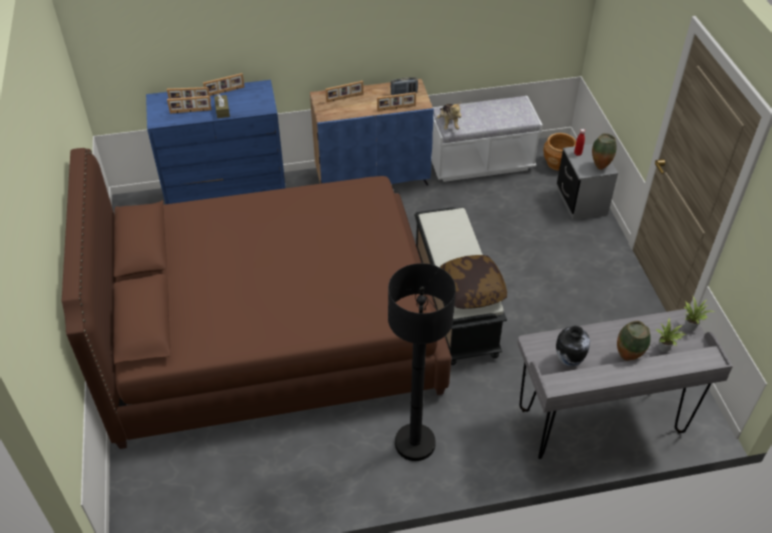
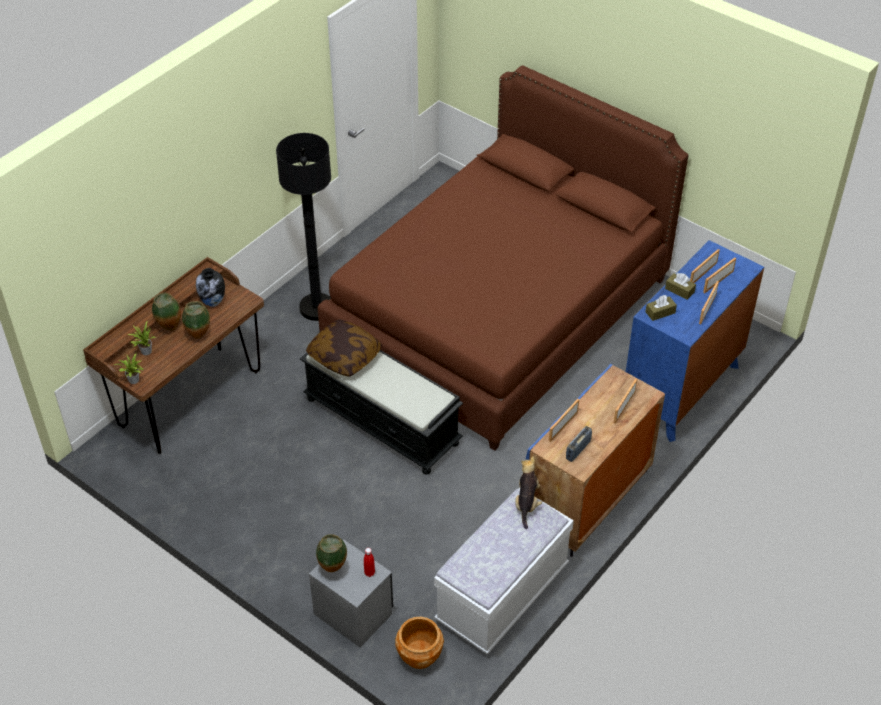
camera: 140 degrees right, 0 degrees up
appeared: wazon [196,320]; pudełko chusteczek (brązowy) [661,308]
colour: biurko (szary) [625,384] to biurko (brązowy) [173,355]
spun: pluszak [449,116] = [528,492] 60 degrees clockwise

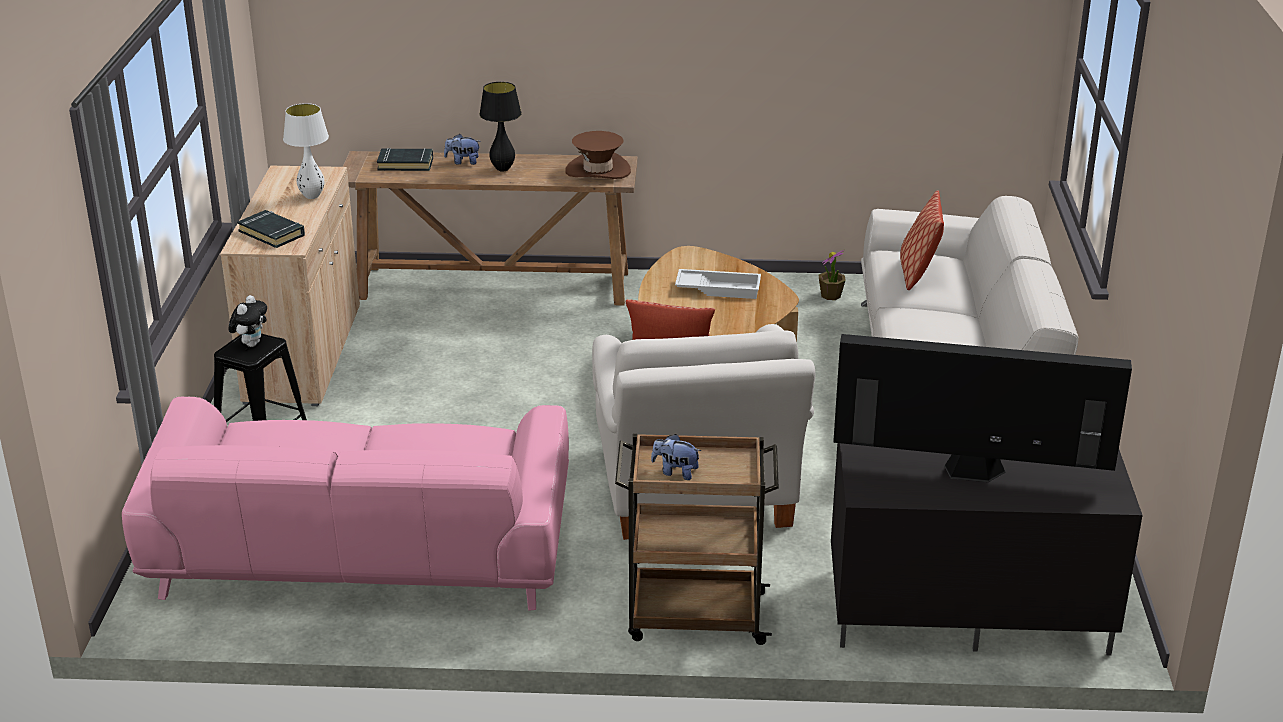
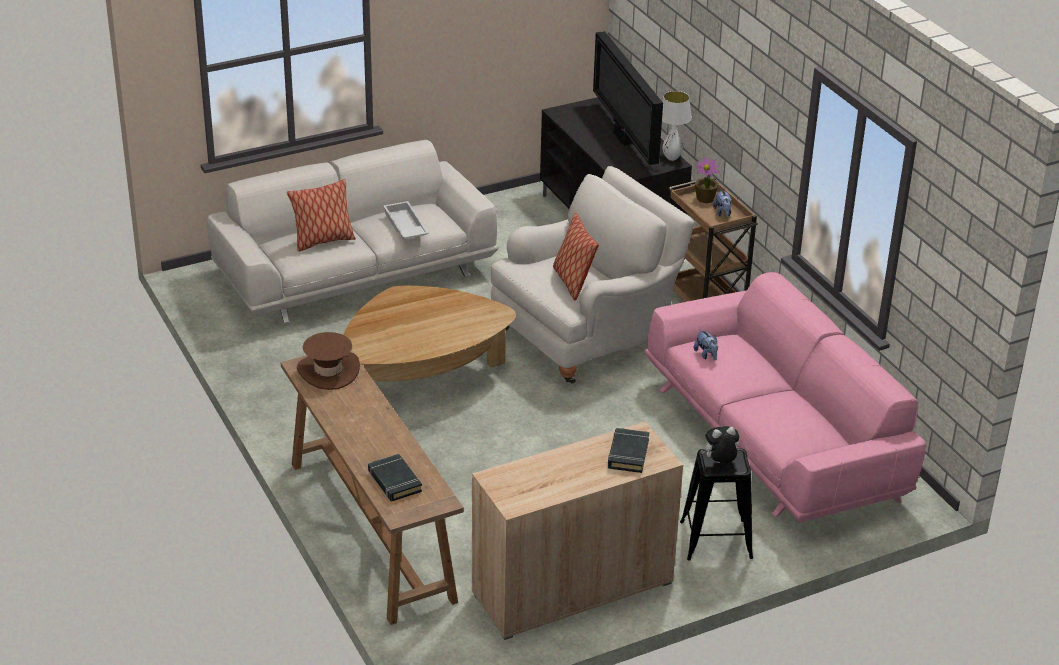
camera: 120 degrees left, 5 degrees up
missing: lampa stołowa (czarny) [500,127]
relocated: lampa stołowa (biały) [306,151] to [677,126]; pluszak [462,149] to [706,344]; taca (biały) [718,284] to [406,220]; roślina doniczkowa [832,275] to [707,180]

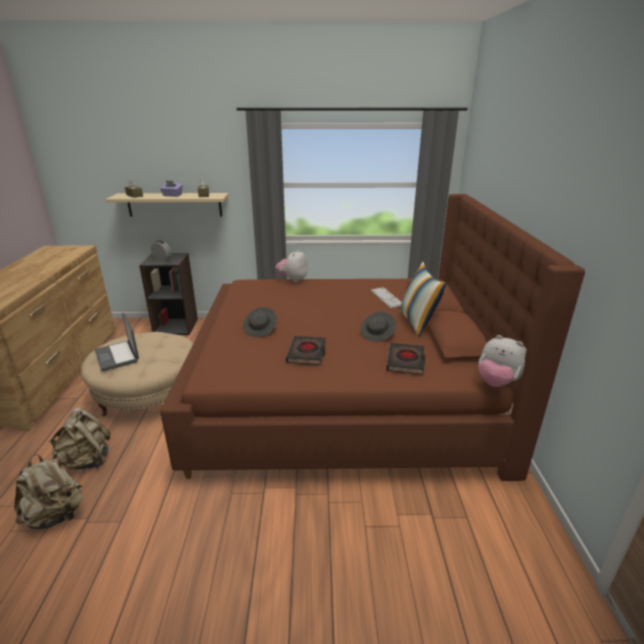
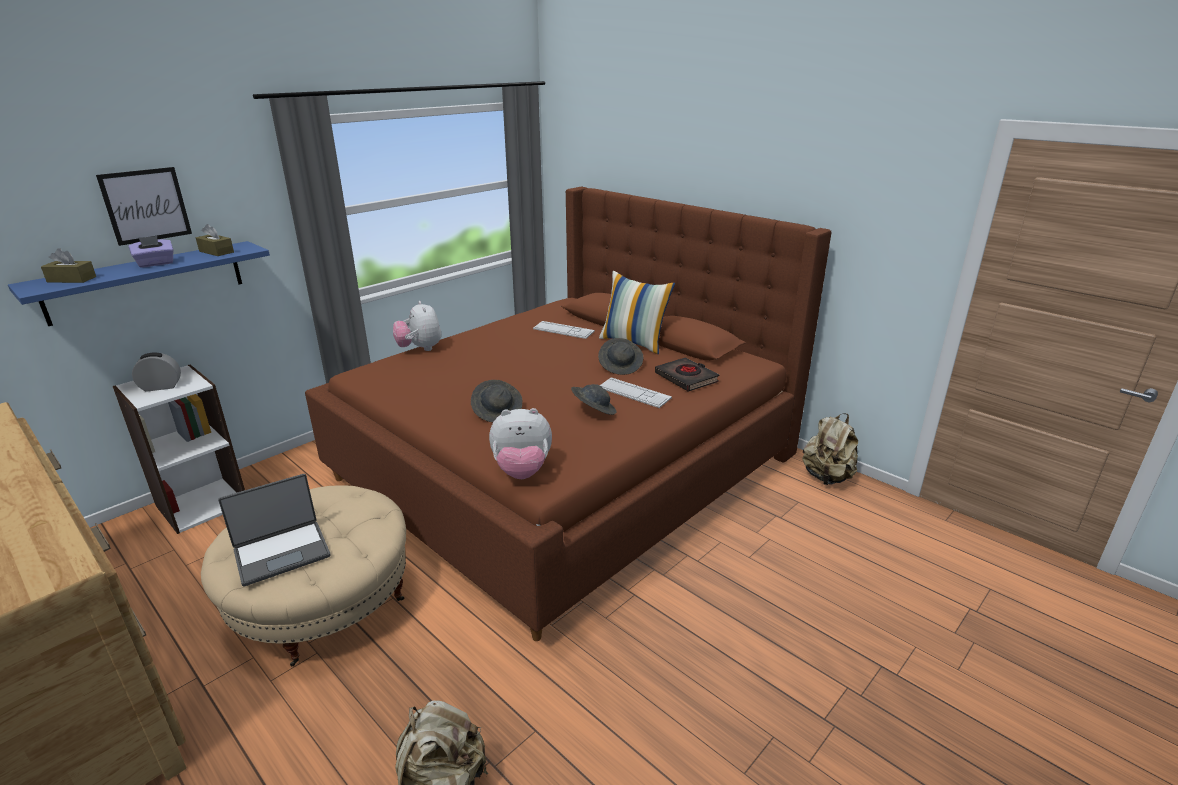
camera: 45 degrees left, 0 degrees up
appeared: obraz [144,206]; klawiatura [635,392]
relocated: plecak (beżowy) [79,438] to [830,449]; pluszak [502,361] to [520,443]
exchanged: książka (czarny) [306,350] to kapelusz (szary) [593,399]
colour: półka (beżowy) [167,205] to półka (niebieski) [139,283]; regał (czarny) [168,294] to regał (biały) [179,449]
spun: laptop [117,342] = [274,530] 45 degrees counterclockwise

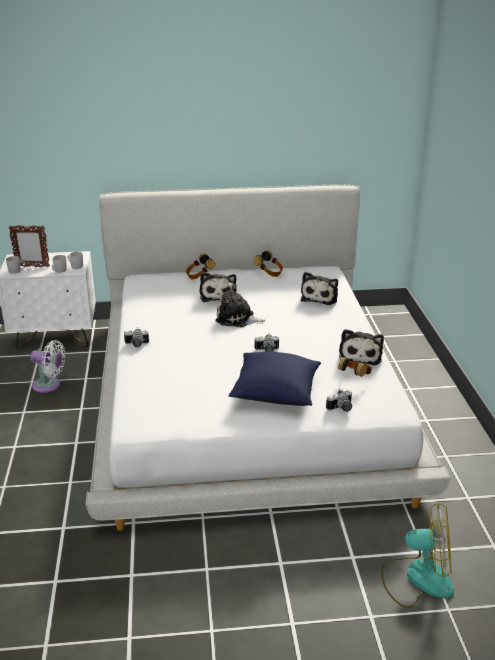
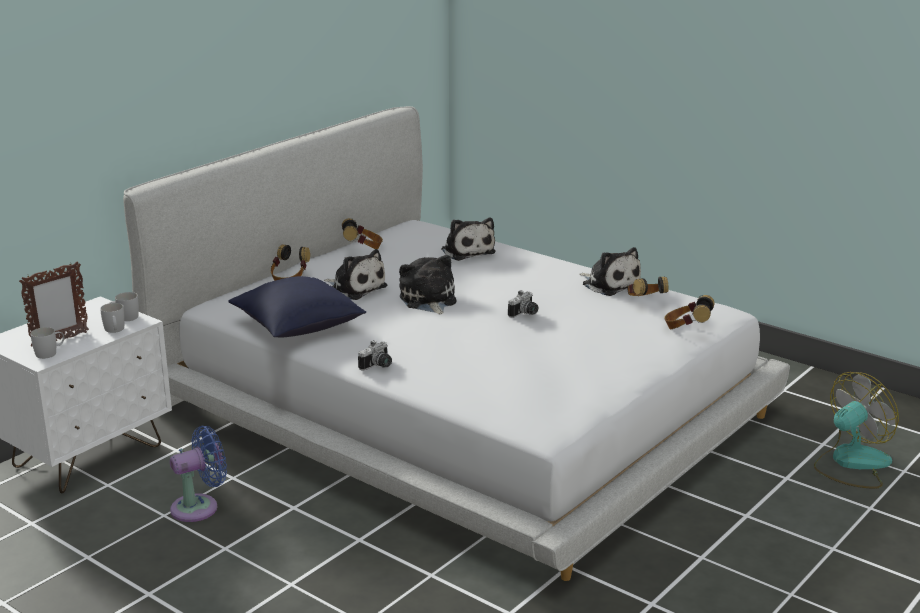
camera: 45 degrees left, 5 degrees down
relocated: poduszka (niebieski) [274,378] to [297,306]
exchanged: aparat fotograficzny [339,400] to słuchawki [689,312]
colour: wentylator (biały) [48,366] to wentylator (niebieski) [198,474]
spun: pluszak [241,305] = [427,284] 105 degrees clockwise

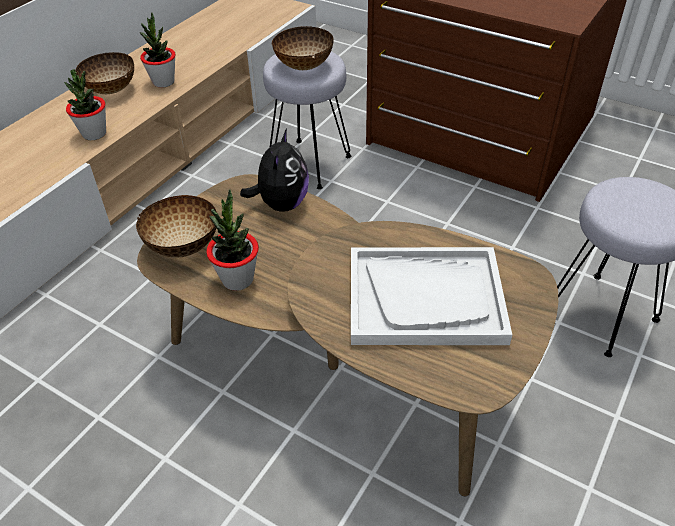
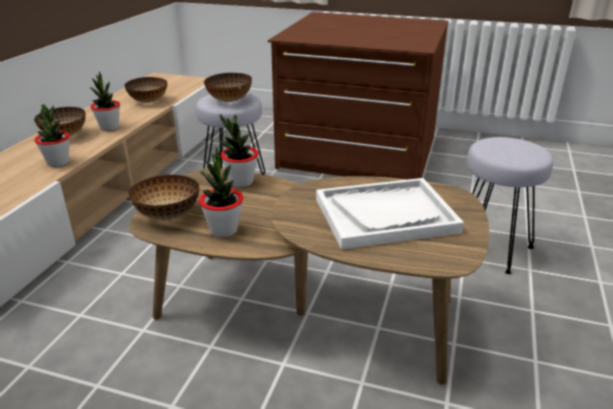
camera: 15 degrees left, 15 degrees down
appeared: miska [145,90]
exchanged: pluszak [274,170] to roślina doniczkowa [239,150]

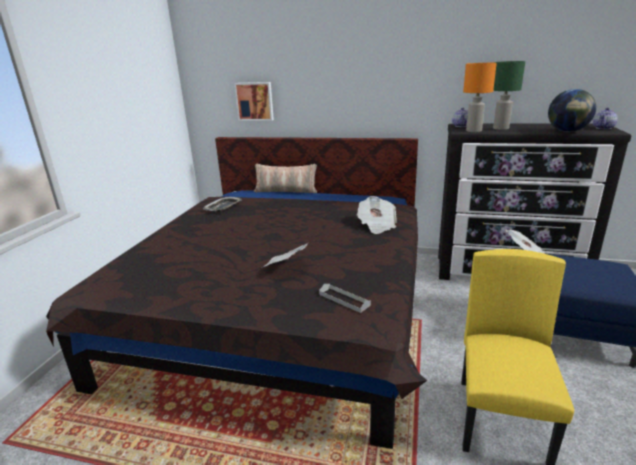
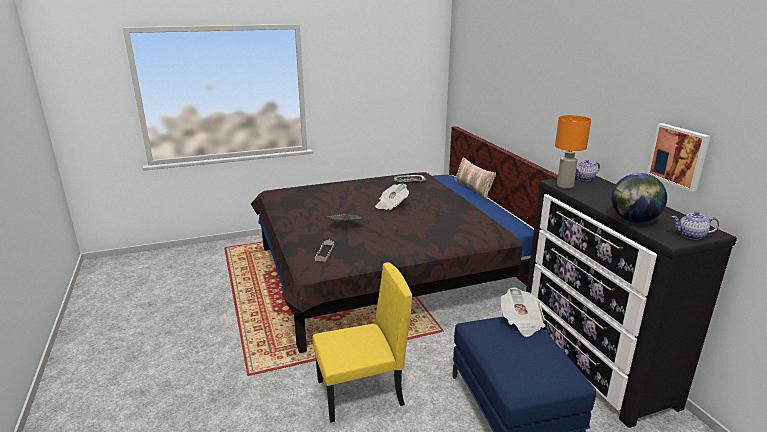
camera: 55 degrees right, 0 degrees up
missing: lampa stołowa (zielony) [509,95]
relocated: obraz [254,101] to [679,157]; gazeta [377,215] to [392,197]

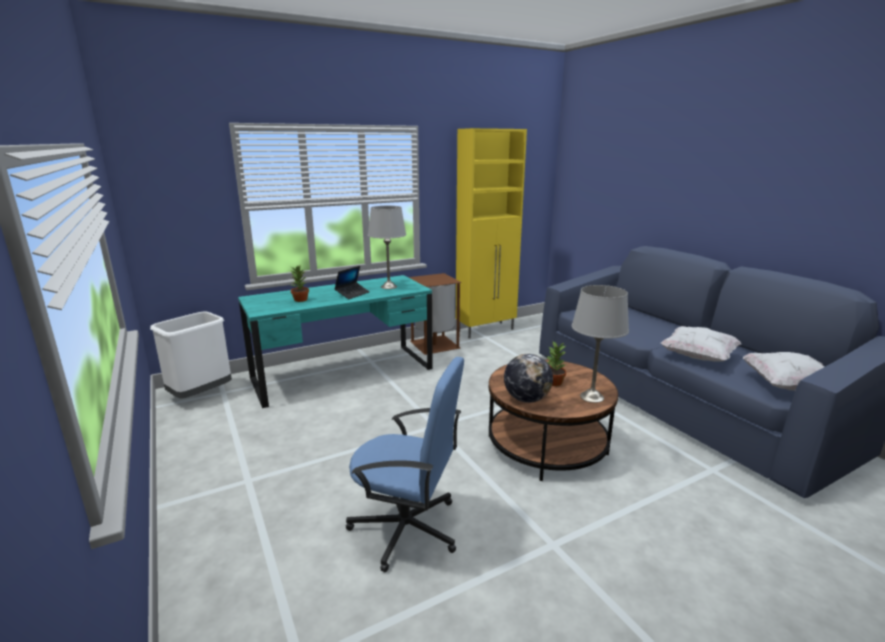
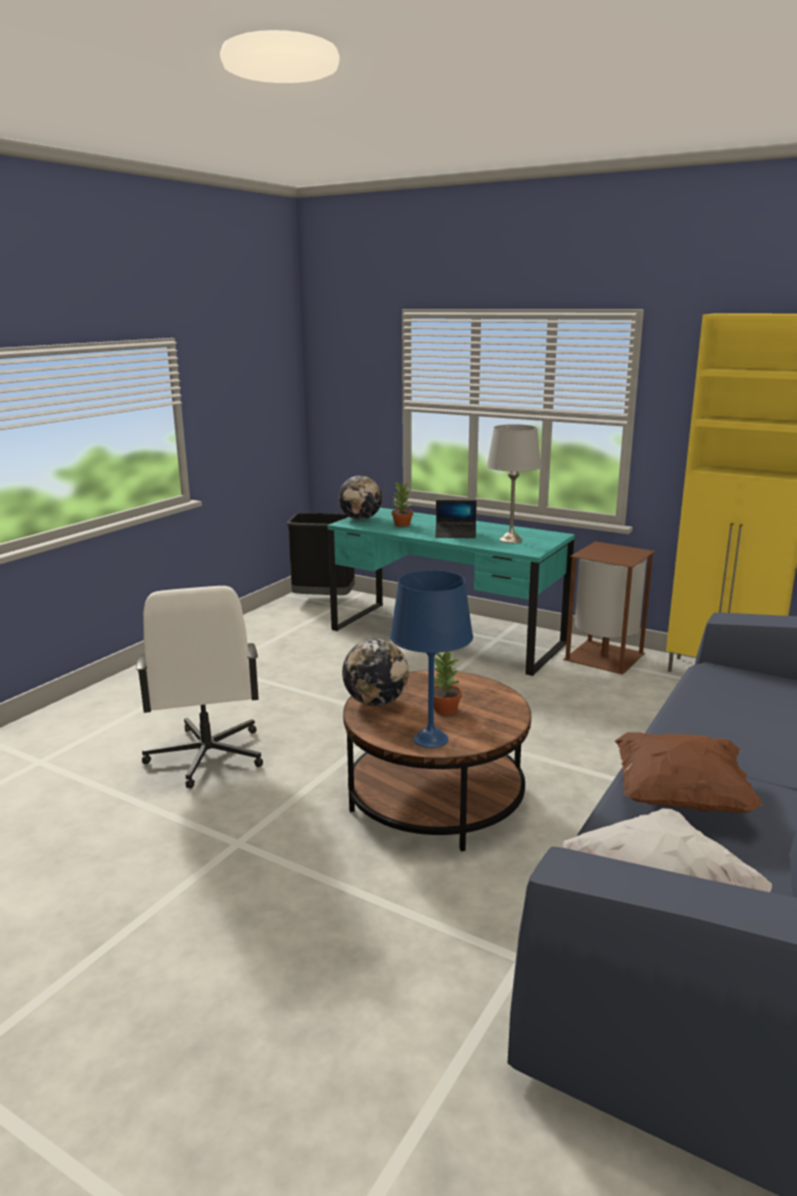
camera: 60 degrees right, 0 degrees up
appeared: globus [360,498]
colour: kosz na śmieci (biały) [191,355] to kosz na śmieci (czarny) [320,554]; krzesło biurowe (niebieski) [405,465] to krzesło biurowe (biały) [199,687]; lampa stołowa (szary) [600,344] to lampa stołowa (niebieski) [431,659]; poduszka (biały) [701,344] to poduszka (brązowy) [688,772]

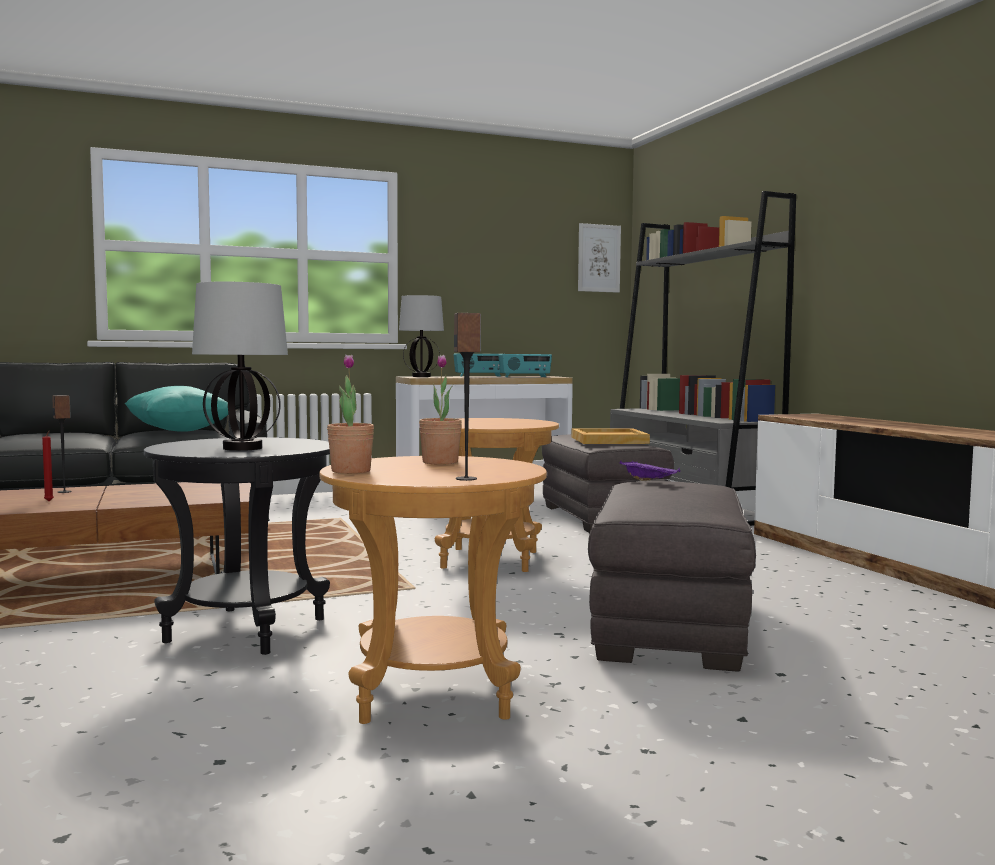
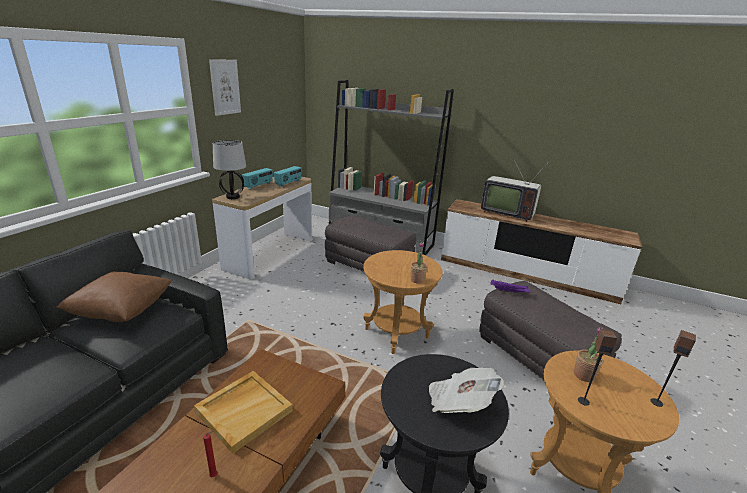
camera: 45 degrees left, 20 degrees up
appeared: telewizor [514,190]
relocated: głośnik [62,444] to [597,367]; roślina doniczkowa [350,414] to [419,263]; taca (beżowy) [610,436] to [243,412]; obraz [599,258] to [225,87]
exchanged: lampa stołowa [240,366] to gazeta [466,390]
colour: poduszka (turkusowy) [176,409] to poduszka (brązowy) [114,296]

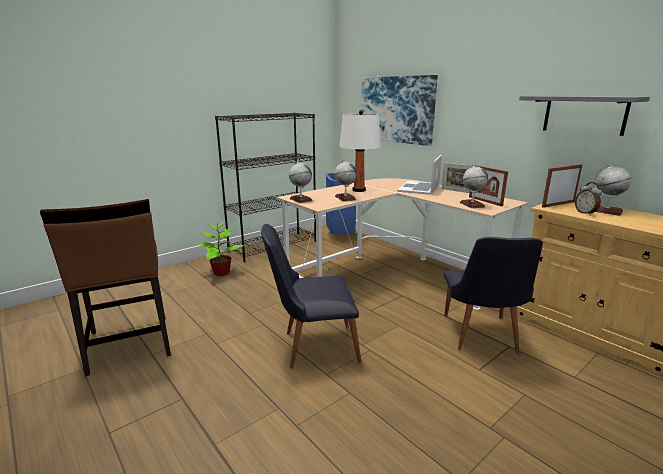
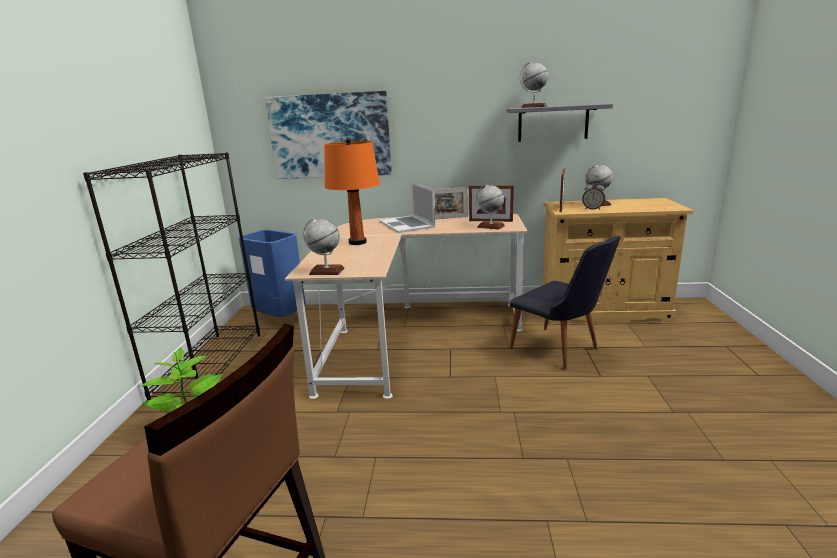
camera: 45 degrees left, 0 degrees up
missing: krzesło (czarny) [311,296]
relocated: globus [345,180] to [534,85]
colour: lampa stołowa (biały) [360,151] to lampa stołowa (pomarańczowy) [352,191]

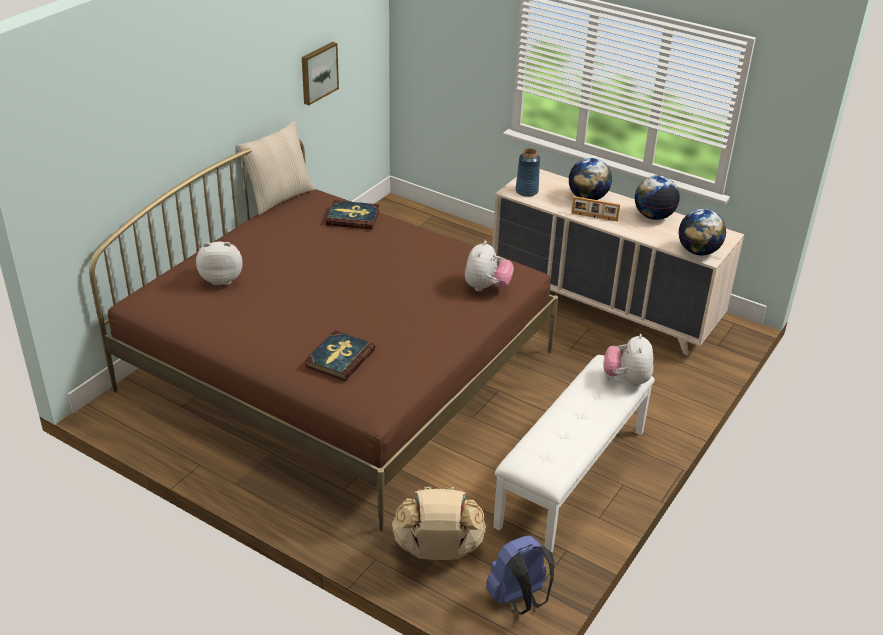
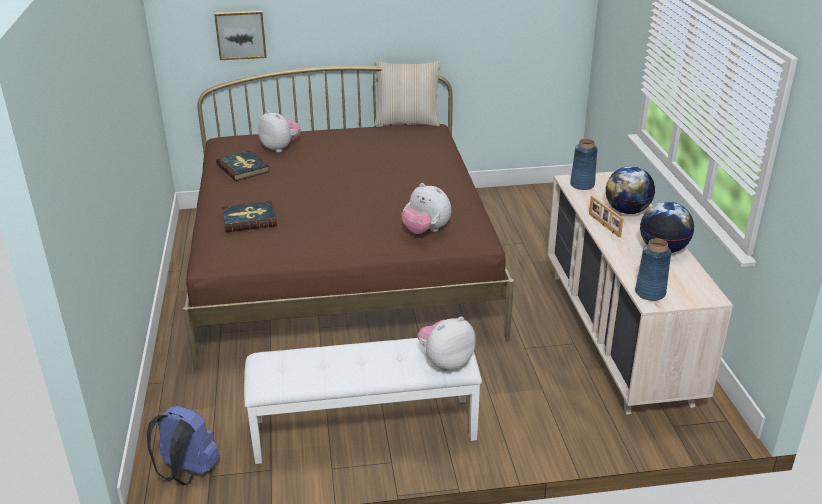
camera: 50 degrees right, 5 degrees down
missing: plecak (beżowy) [439,523]
relocated: obraz [320,73] to [240,35]; książka [353,215] to [243,165]
exchanged: globus [702,232] to wazon (niebieski) [653,269]
spun: pluszak [489,266] = [426,208] 60 degrees clockwise

